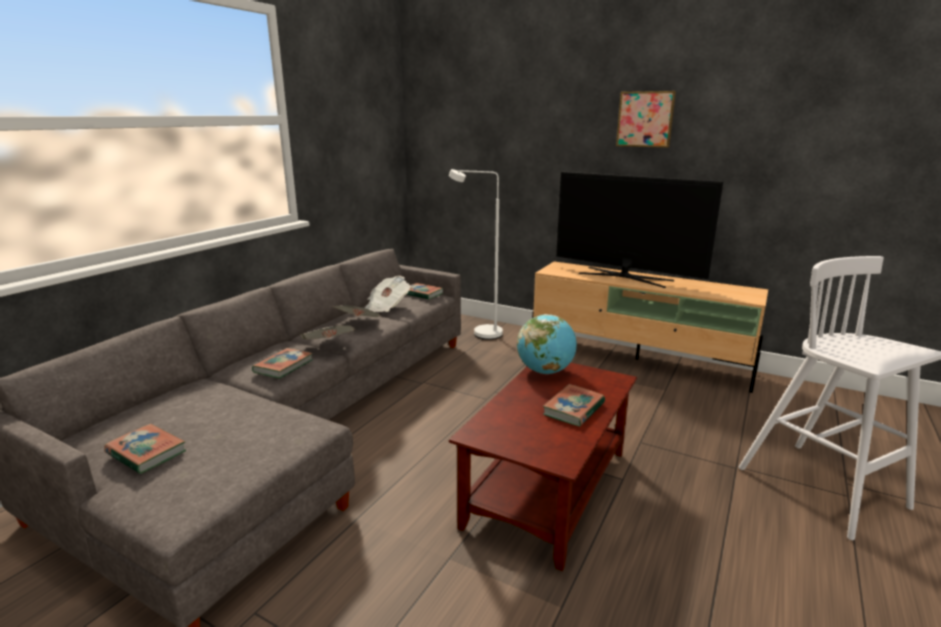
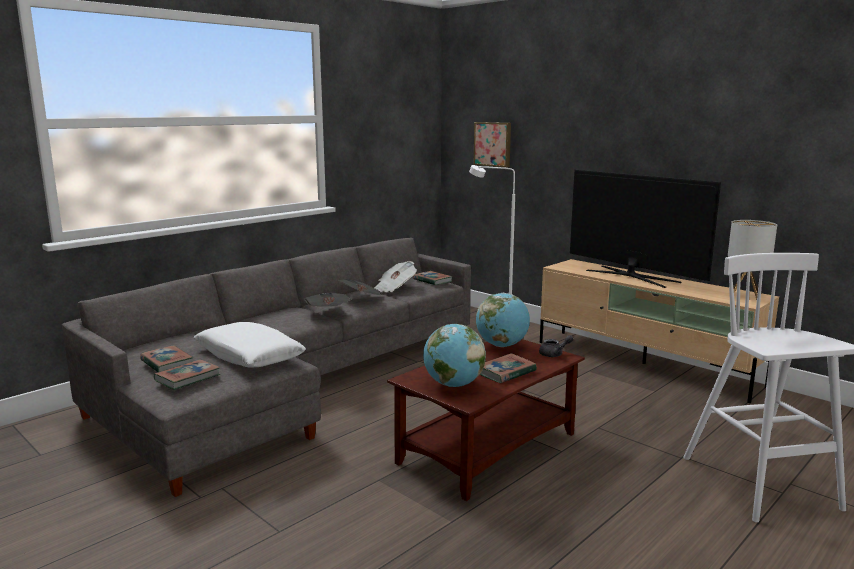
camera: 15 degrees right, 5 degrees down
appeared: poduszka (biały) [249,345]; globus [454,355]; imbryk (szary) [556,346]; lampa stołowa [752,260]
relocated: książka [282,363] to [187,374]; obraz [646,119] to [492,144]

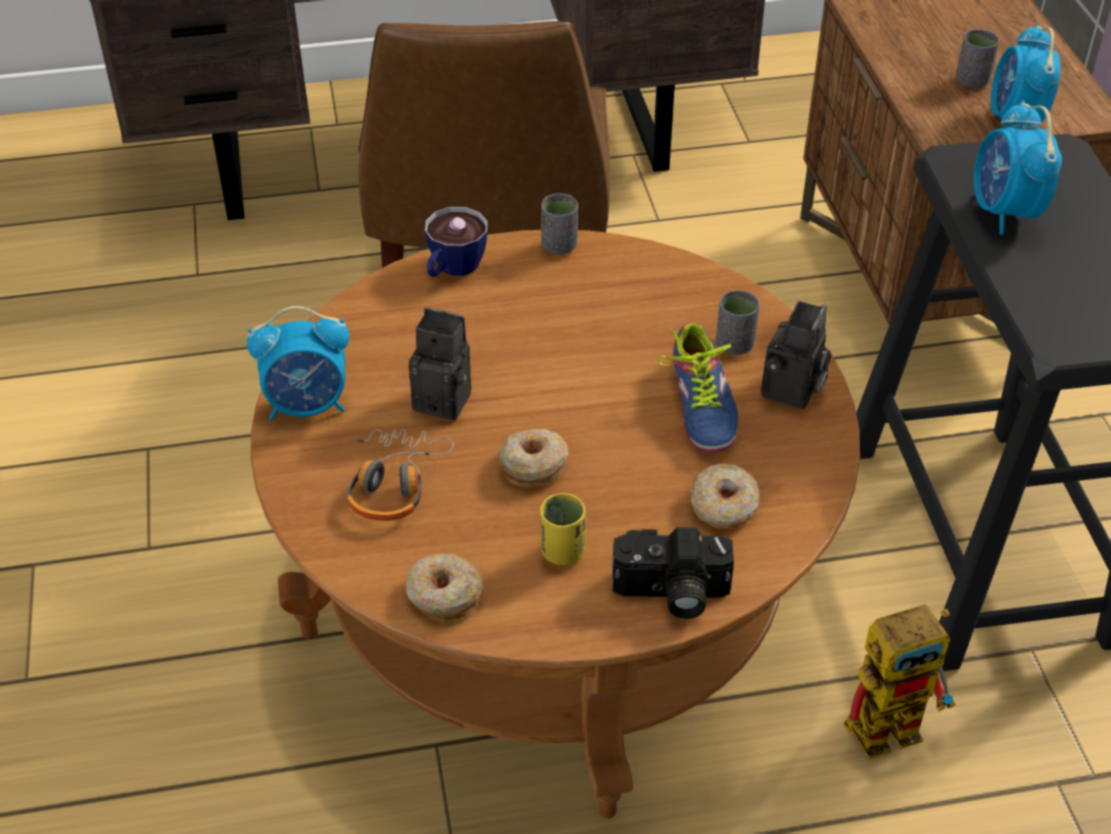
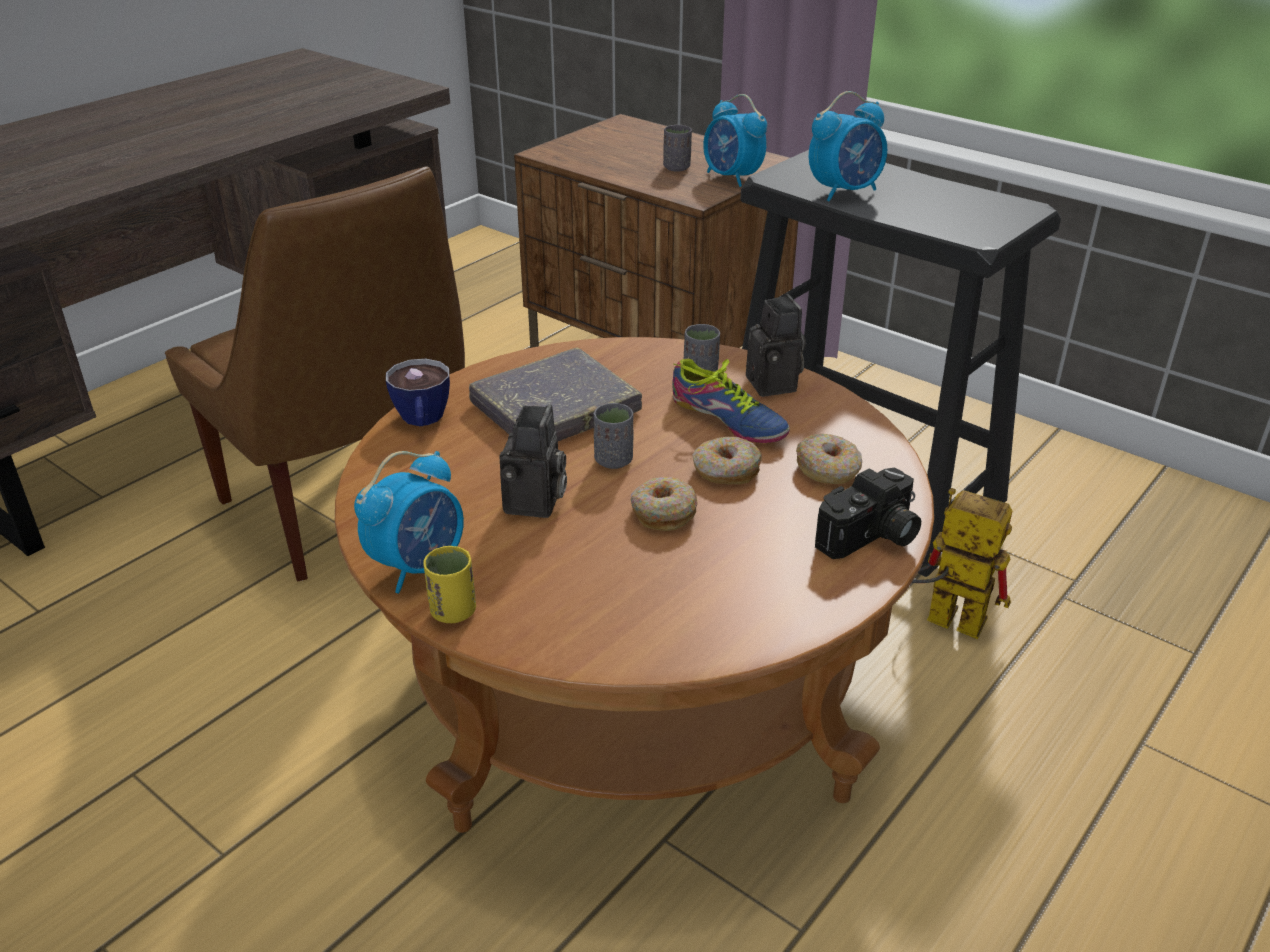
camera: 40 degrees left, 10 degrees down
missing: słuchawki [400,475]
appeared: książka (szary) [555,394]
relocated: donut [444,587] to [727,460]; filiżanka (żółty) [563,529] to [449,584]; filiżanka (szary) [559,224] to [613,436]
spun: aparat fotograficzny [440,364] = [533,461] 120 degrees clockwise; robot zabawkowy [900,681] = [962,563] 90 degrees counterclockwise; budzik [1018,168] = [848,146] 75 degrees counterclockwise

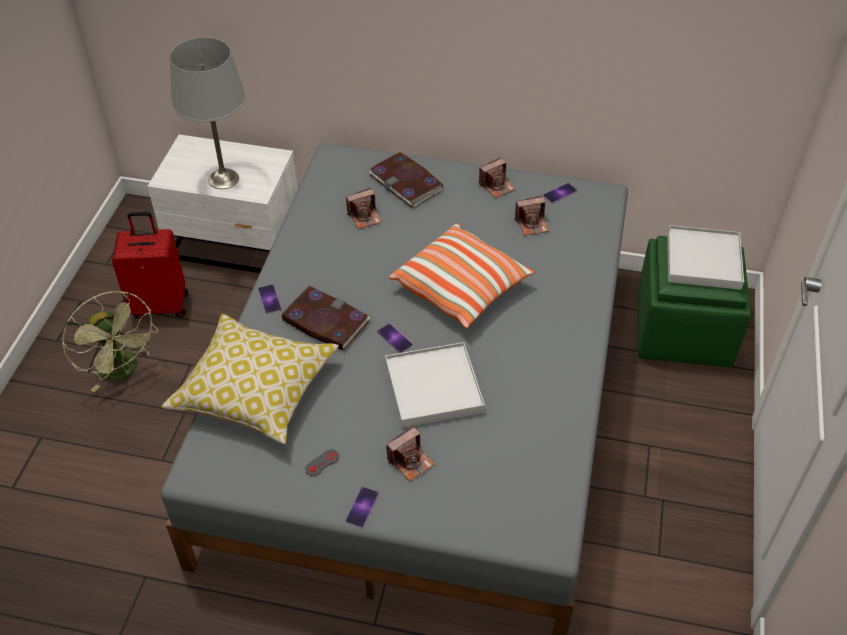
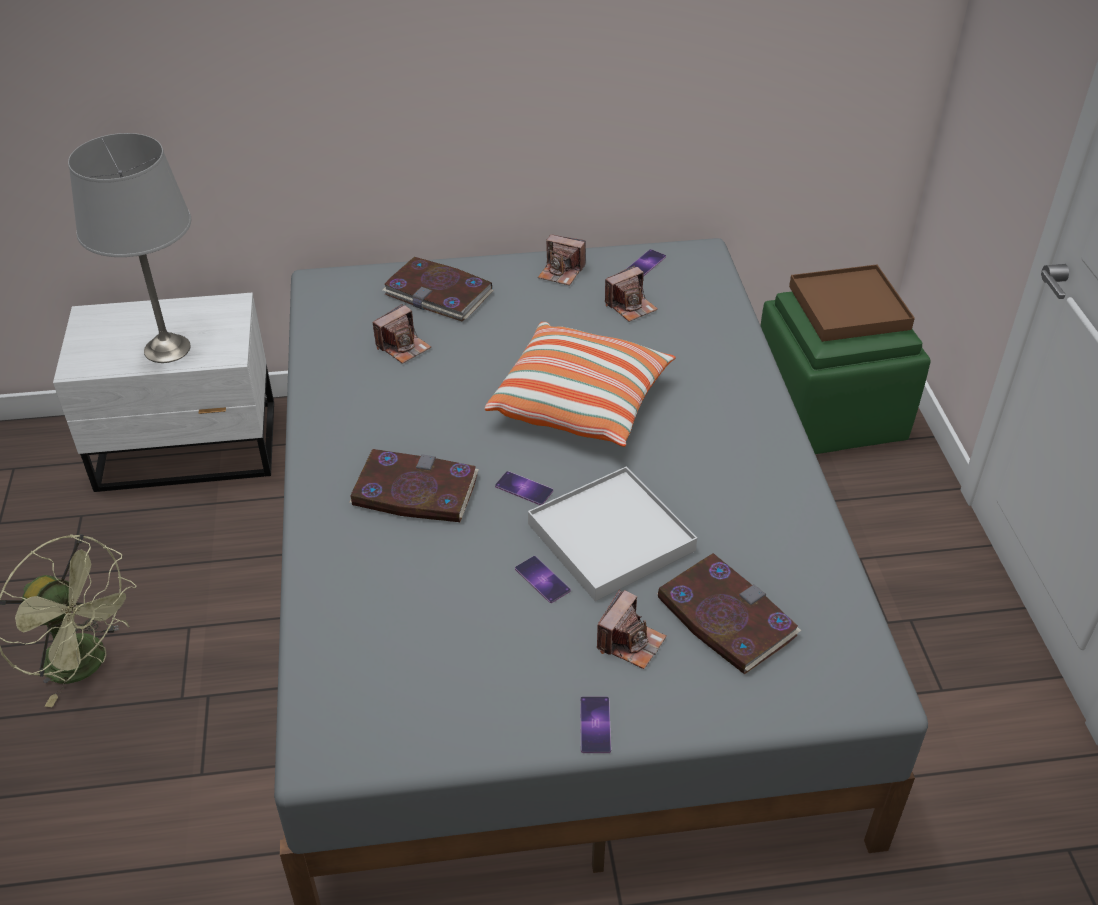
camera: 20 degrees left, 5 degrees down
missing: walizka (czerwony) [150,265]; poduszka [250,379]; pad do gier (szary) [322,463]
appeared: książka [729,613]
relocated: telefon [270,299] to [543,579]
colour: taca (biały) [705,257] to taca (brązowy) [852,303]
spun: aparat fotograficzny [497,178] = [562,260] 75 degrees clockwise

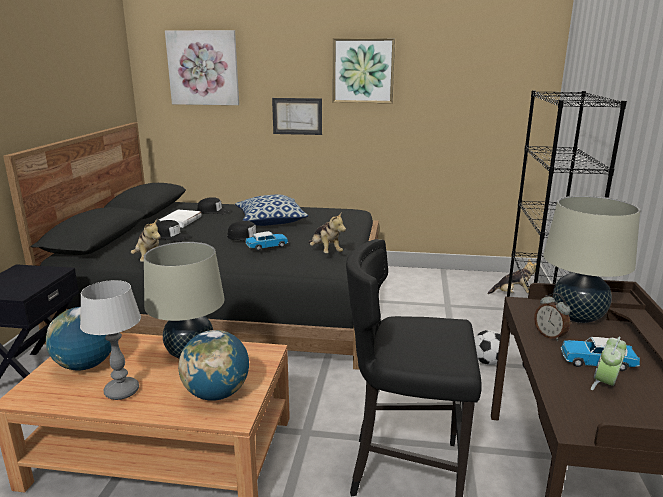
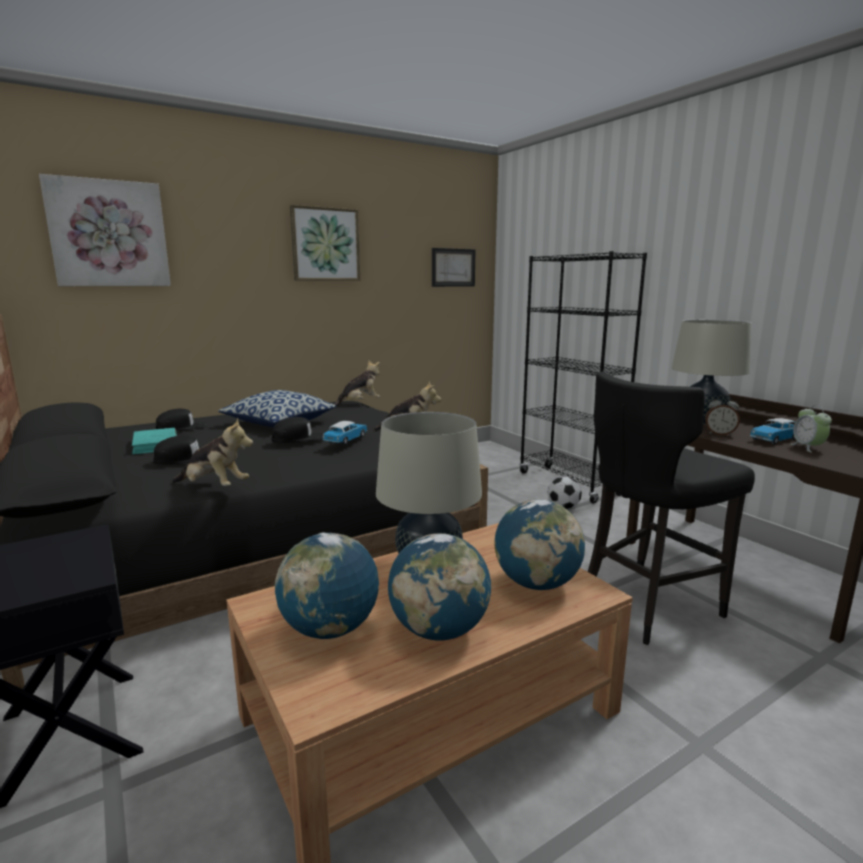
camera: 40 degrees left, 5 degrees down
relocated: obraz [297,116] to [454,267]; pluszak [511,276] to [357,383]
exchanged: lampa stołowa [110,340] to globus [439,587]
colour: książka (biały) [180,219] to książka (turkusowy) [154,441]

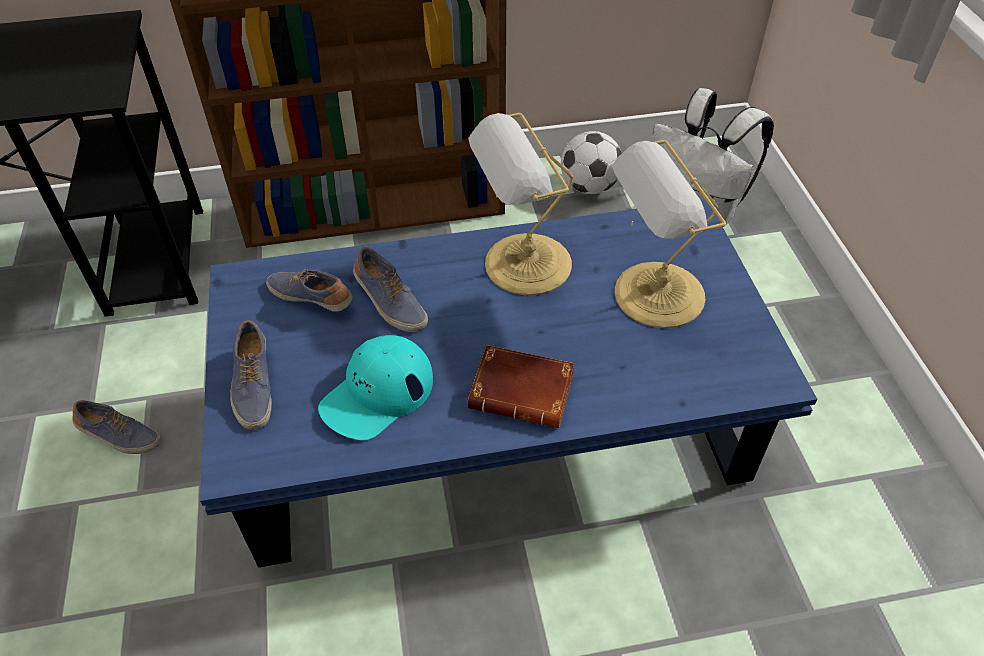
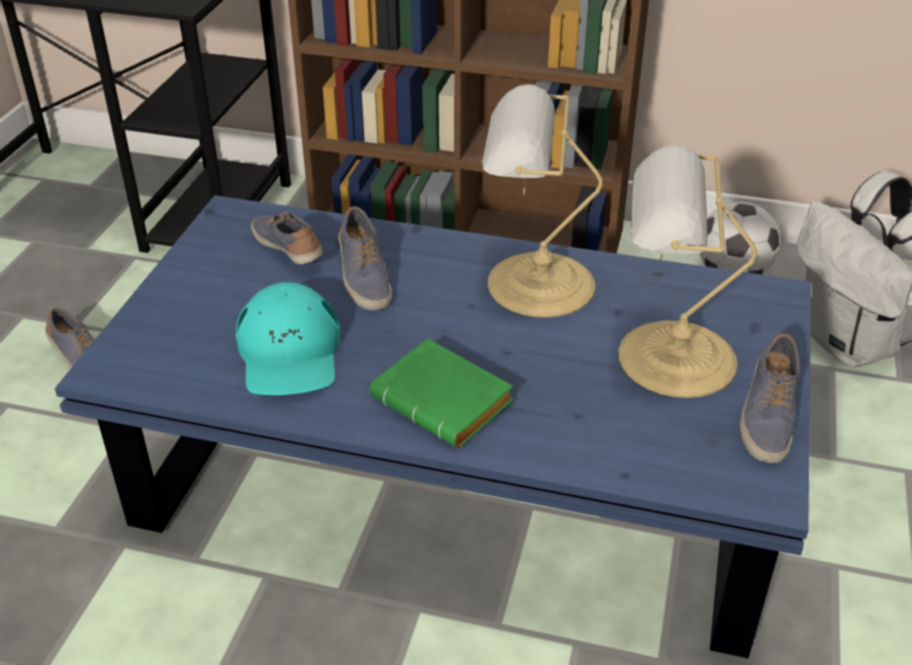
camera: 25 degrees right, 10 degrees down
relocated: but [251,375] to [770,398]
colour: książka (brązowy) [521,386] to książka (zielony) [442,393]
spun: czapka z daszkiem (turkusowy) [375,388] = [288,338] 75 degrees counterclockwise

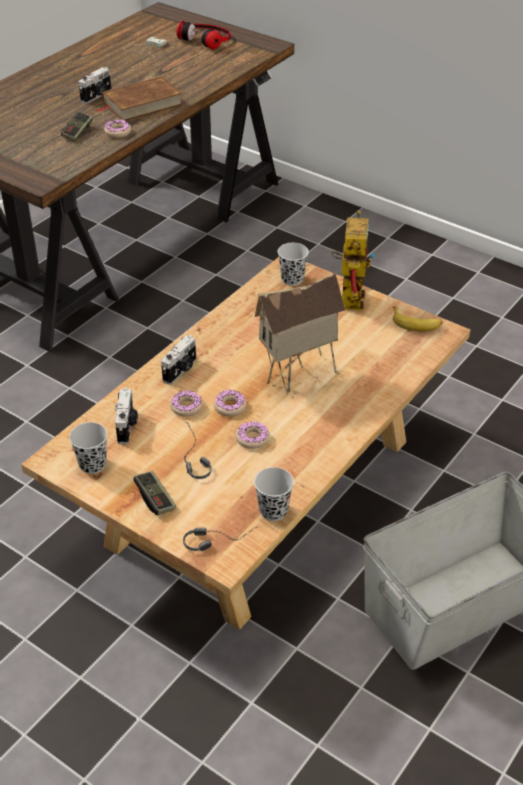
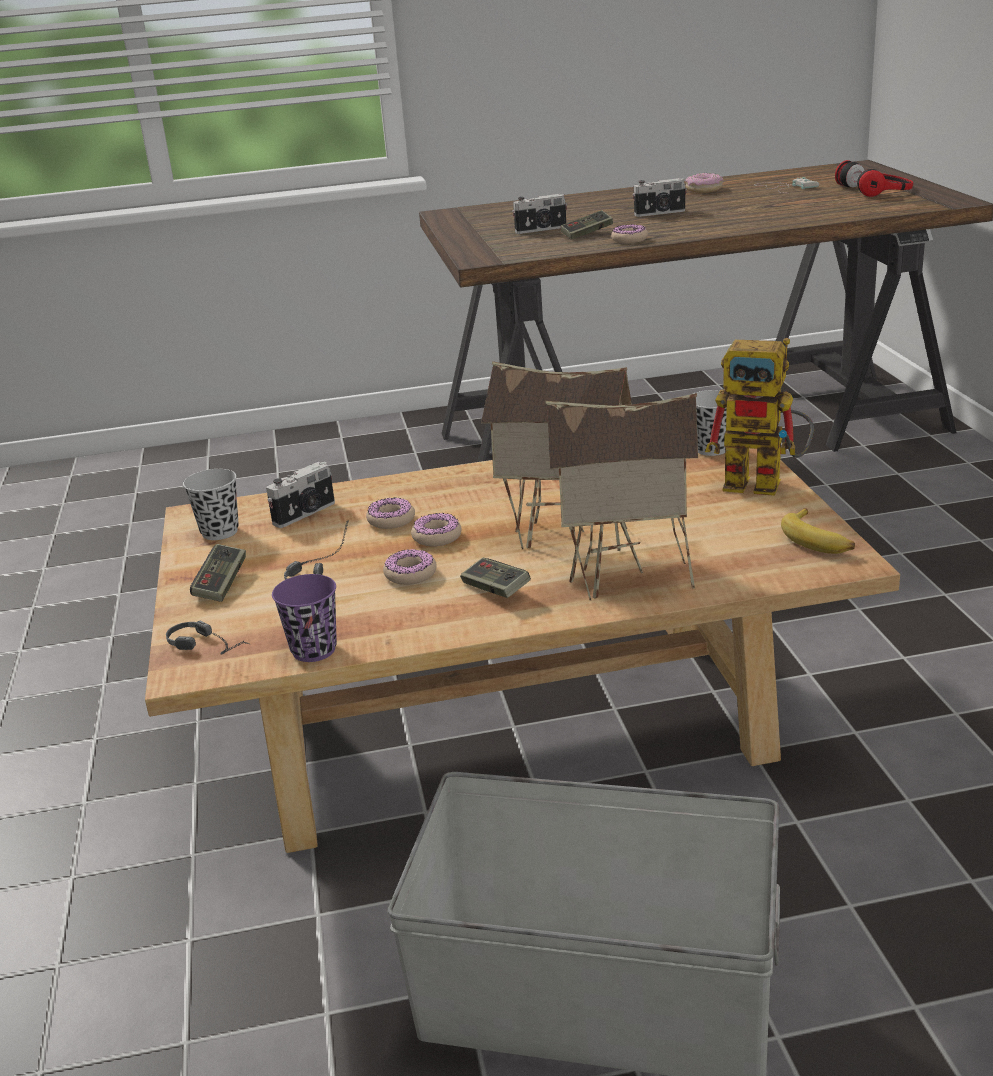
camera: 45 degrees right, 15 degrees down
missing: książka (brązowy) [140,98]
appeared: pad do gier [495,578]; domek [621,496]; donut [704,183]
relocated: aparat fotograficzny [178,360] to [539,214]
colour: filiżanka (czarny) [274,494] to filiżanka (fioletowy) [304,618]
spun: robot zabawkowy [353,260] = [759,417] 60 degrees clockwise

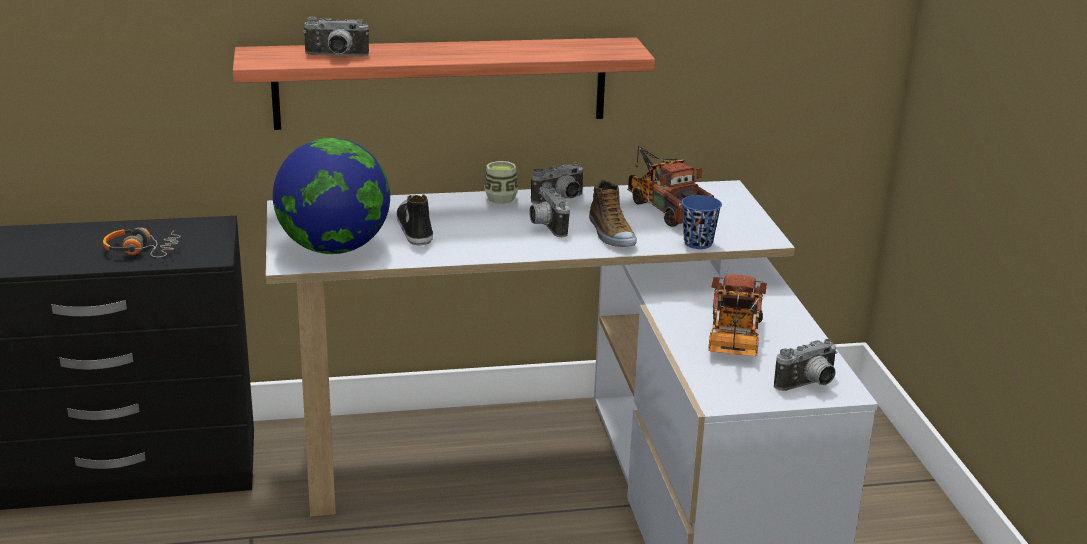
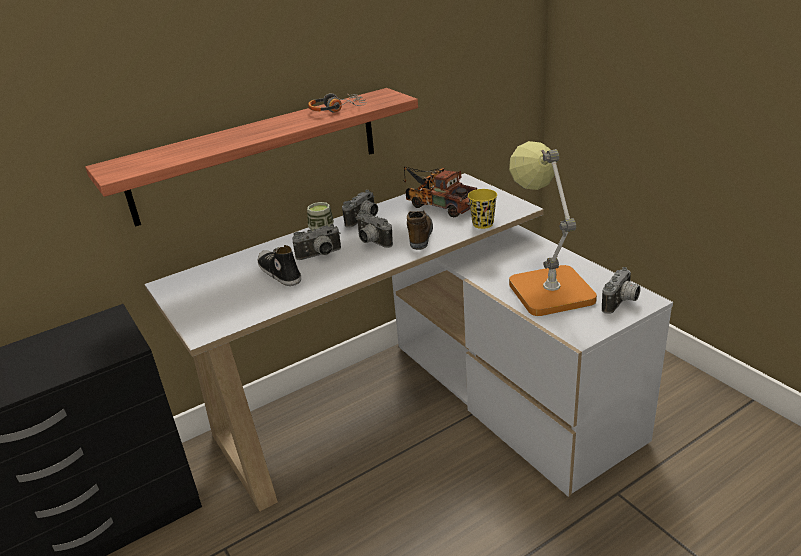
camera: 20 degrees left, 5 degrees up
missing: globus [331,196]
relocated: słuchawki [141,242] to [337,103]; aparat fotograficzny [336,36] to [316,242]
exchanged: ciężarówka zabawkowa [737,315] to lampa stołowa [553,228]
colour: filiżanka (niebieski) [702,222] to filiżanka (żółty) [482,209]
spun: but [613,213] = [420,230] 135 degrees counterclockwise

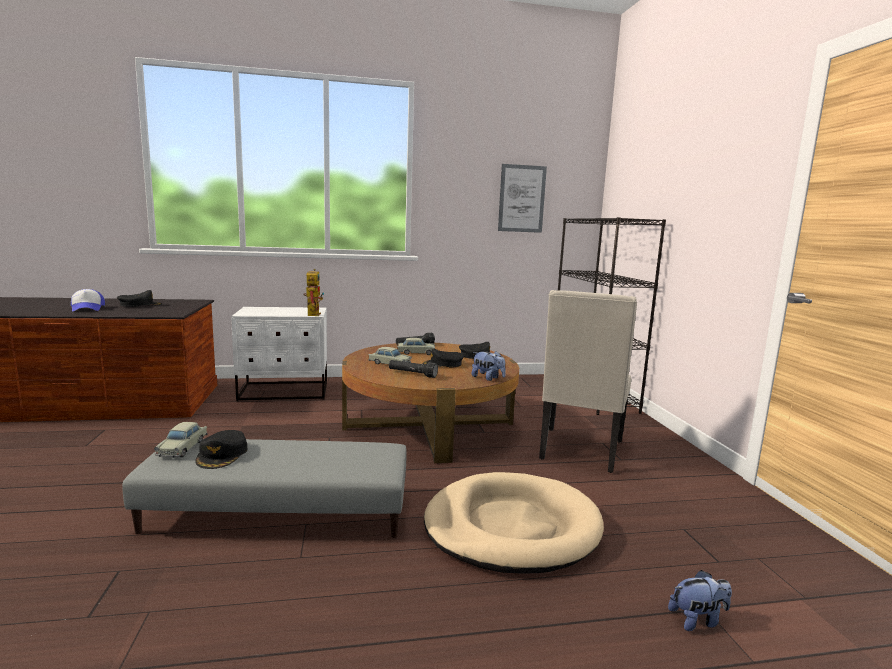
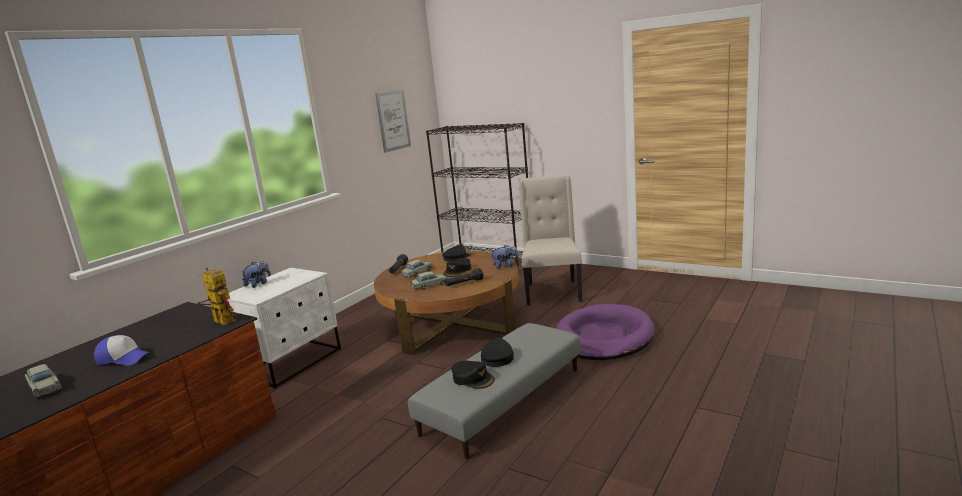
camera: 45 degrees left, 5 degrees up
relocated: czapka z daszkiem (czarny) [139,298] to [497,352]; samochodzik (beżowy) [181,440] to [44,381]; robot zabawkowy [313,292] to [216,296]; pluszak [700,600] to [256,274]
colour: legowisko (beżowy) [514,523] to legowisko (fioletowy) [605,332]
spun: krzesło (beżowy) [588,381] = [550,240] 150 degrees counterclockwise

